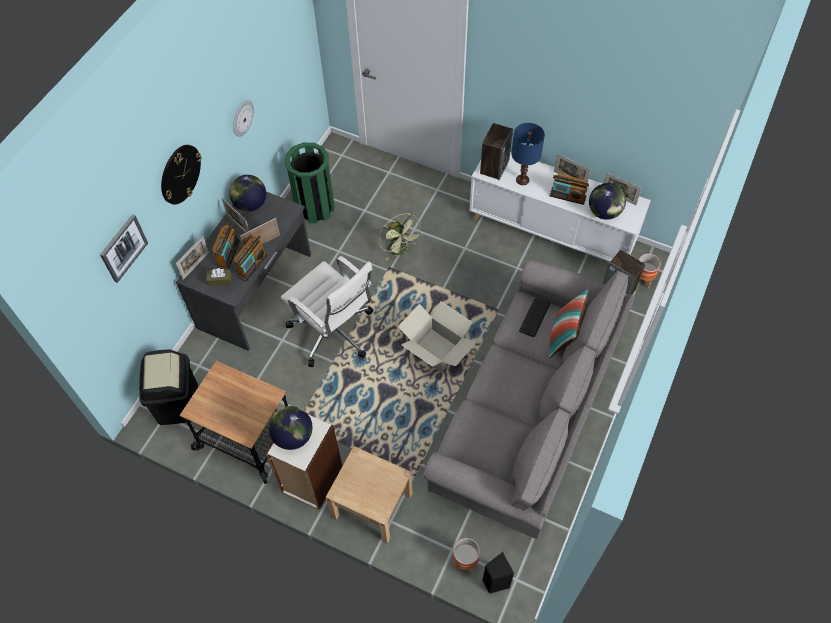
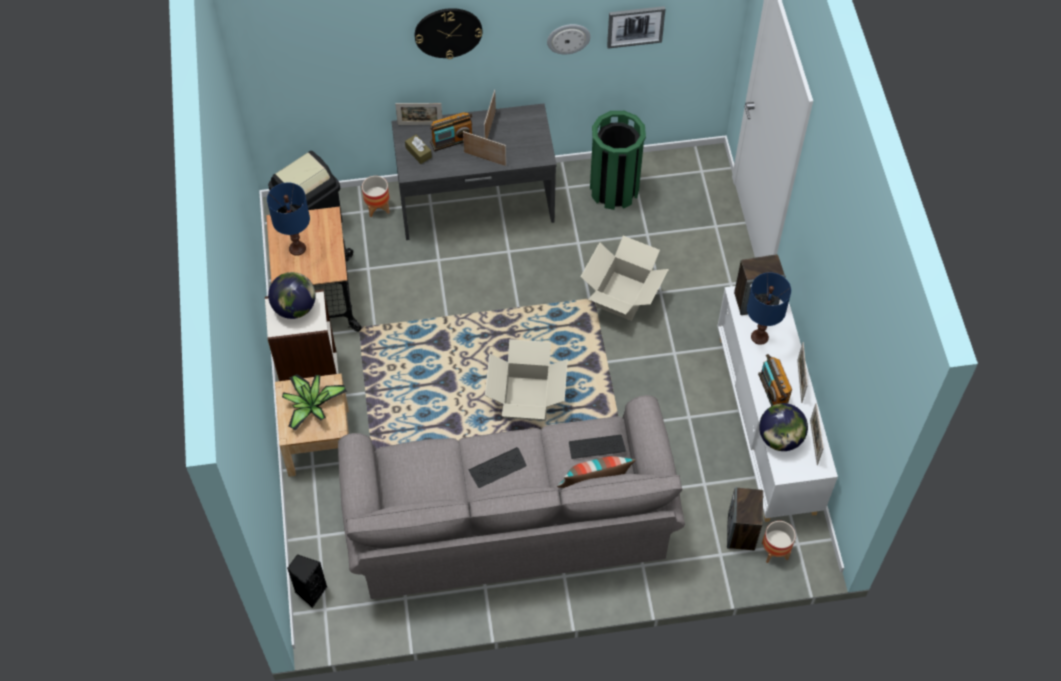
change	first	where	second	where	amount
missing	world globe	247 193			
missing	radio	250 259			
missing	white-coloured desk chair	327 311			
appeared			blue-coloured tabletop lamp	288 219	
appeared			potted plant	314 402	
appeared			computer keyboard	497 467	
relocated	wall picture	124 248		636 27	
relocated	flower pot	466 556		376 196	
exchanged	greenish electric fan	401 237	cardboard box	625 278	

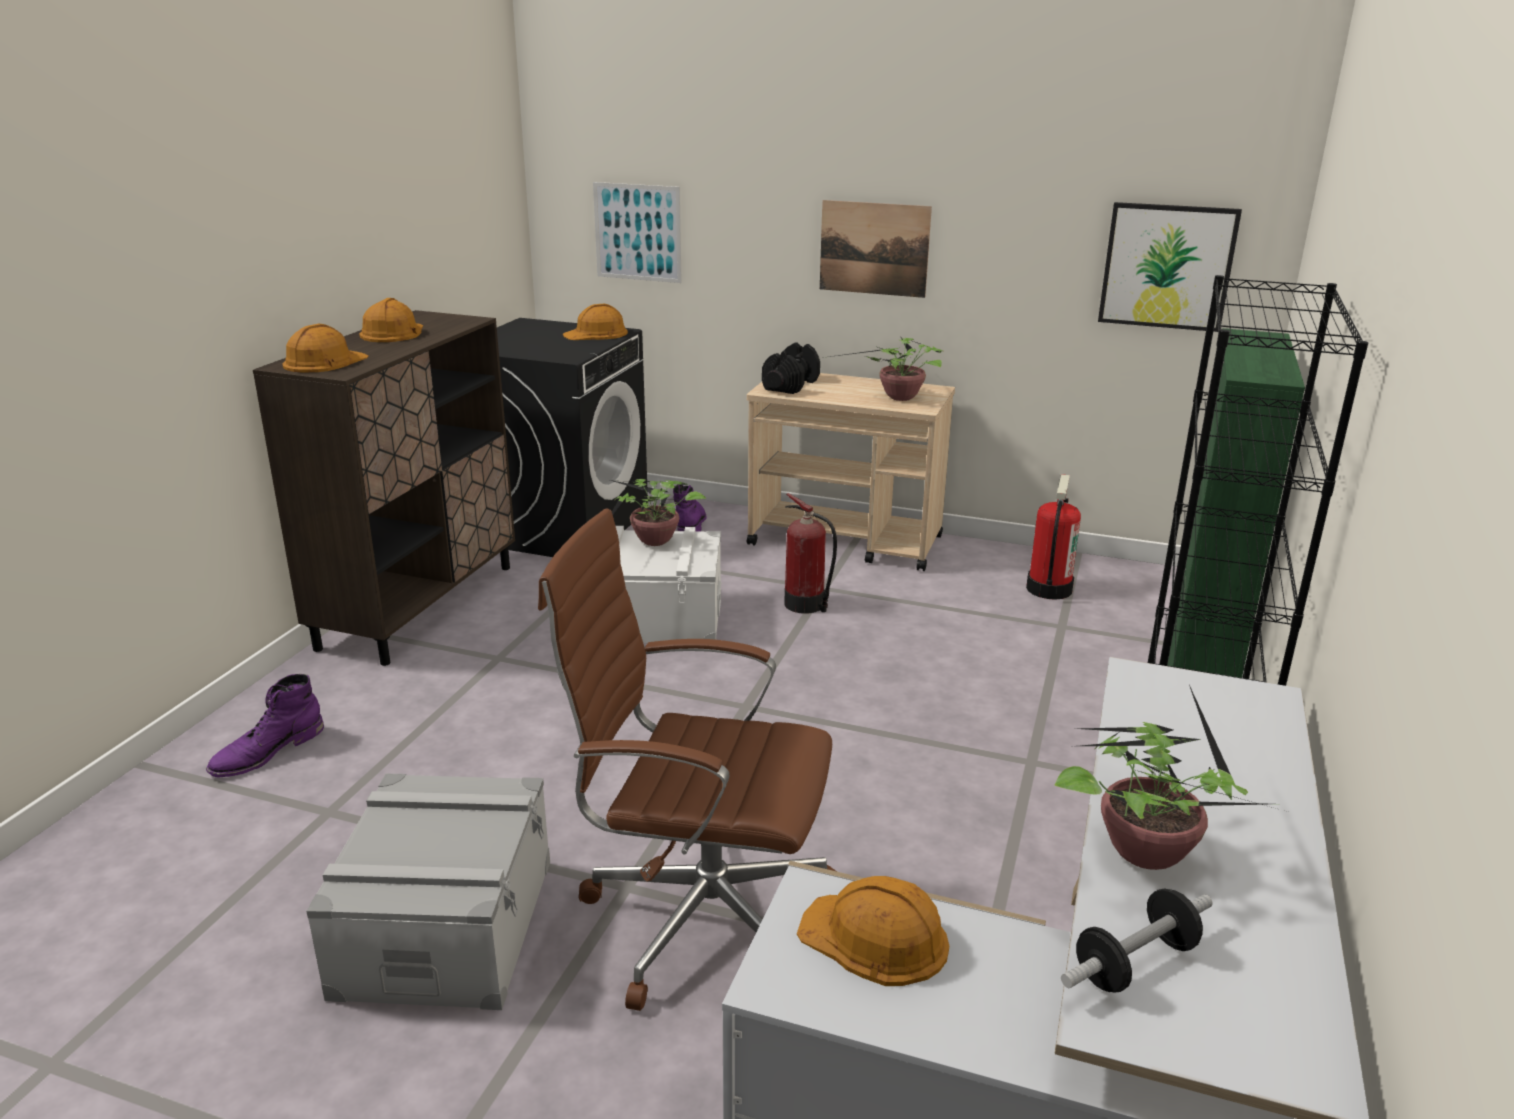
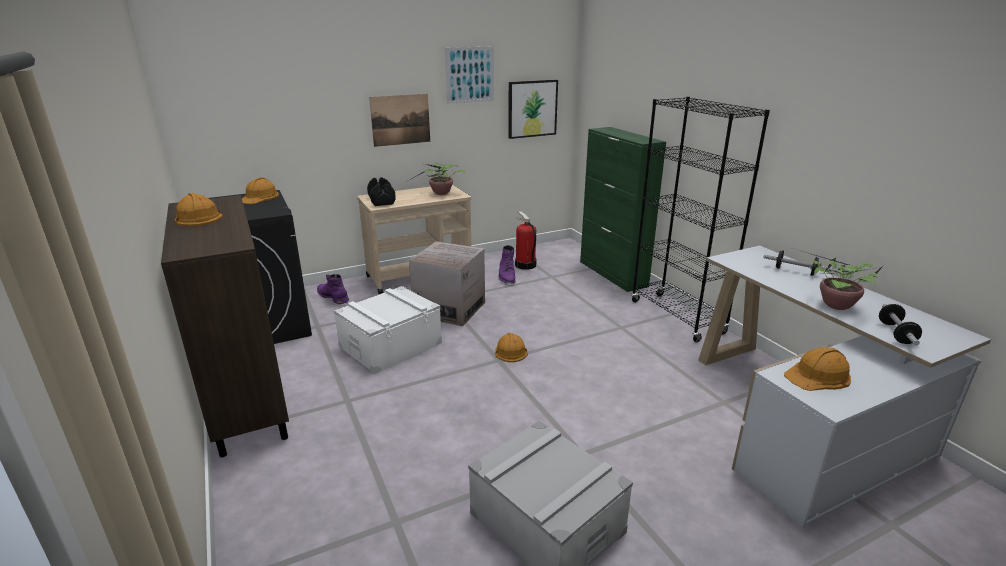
change	first	where	second	where	amount
missing	brownish desk chair	687 760			
missing	potted plant	658 512			
appeared			dumbbell	798 263	
relocated	purple high-top boot	265 726		506 264	
relocated	orangey safety helmet	325 348		511 347	
relocated	wall picture	637 232		469 75	
exchanged	fire extinguisher	810 553	cardboard box	447 283	

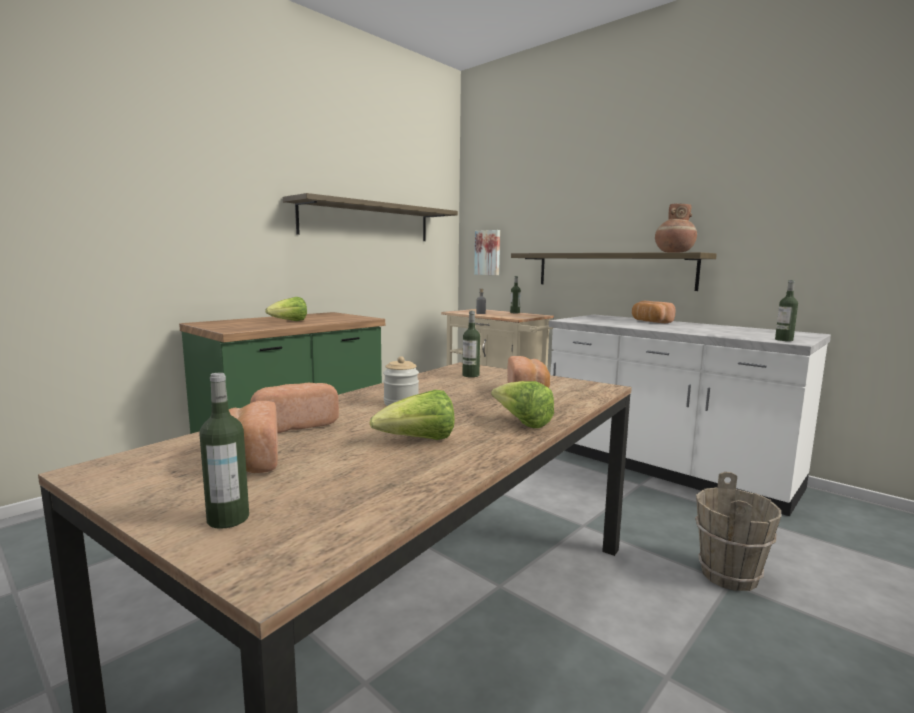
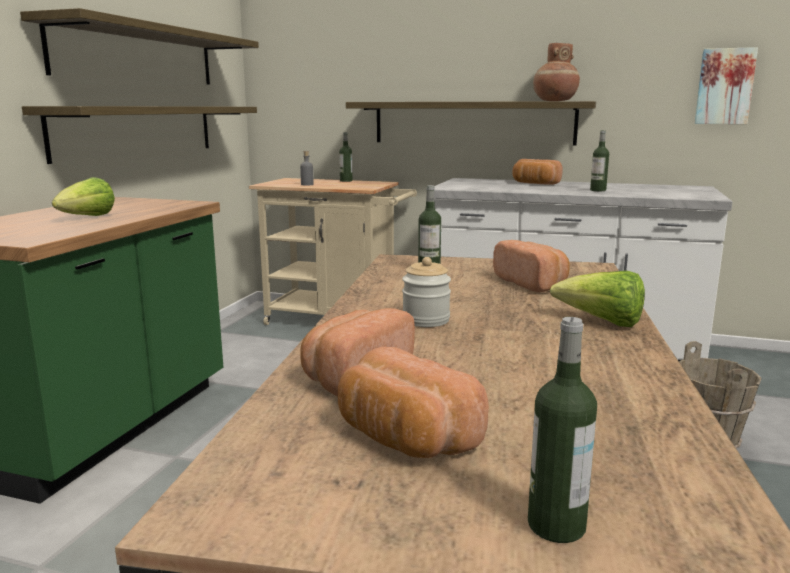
change	first	where	second	where	amount
missing	lettuce head	412 415			
appeared			shelf	139 135	
relocated	wall picture	487 252		726 85	
relocated	bottle	786 310		599 160	

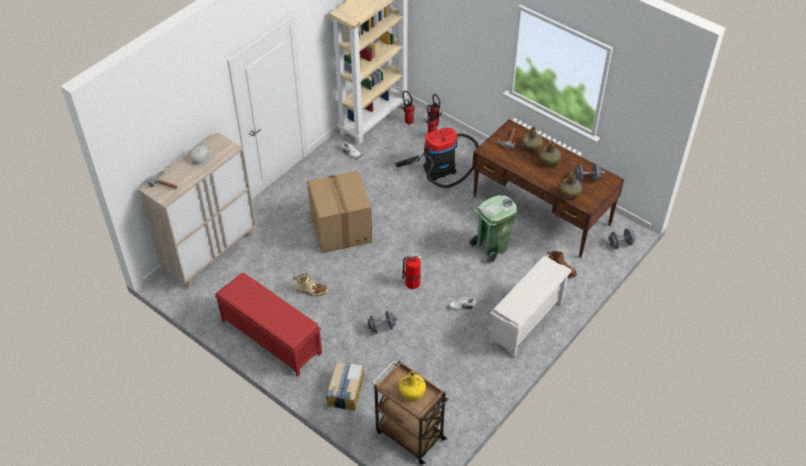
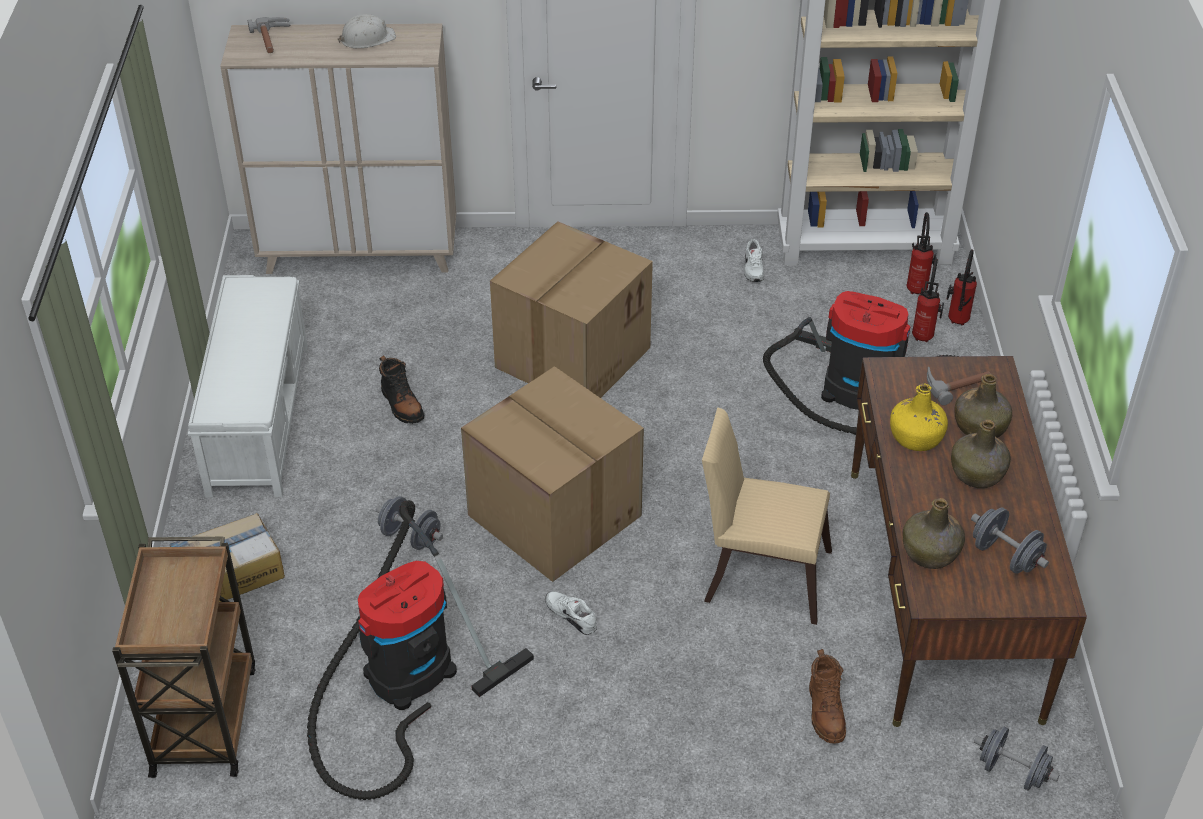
change	first	where	second	where	amount
missing	white-coloured shoe rack	530 306			
appeared			vacuum	420 650	
relocated	yellowish bottle	412 386		919 417	
exchanged	fire extinguisher	412 271	cardboard box	552 474	
exchanged	greenish trash can	494 229	beige-coloured chair	767 516	
colour	red indoor bench	268 325	white-coloured indoor bench	247 386	
colour	beige-coloured high-top boot	311 285	black high-top boot	402 389	

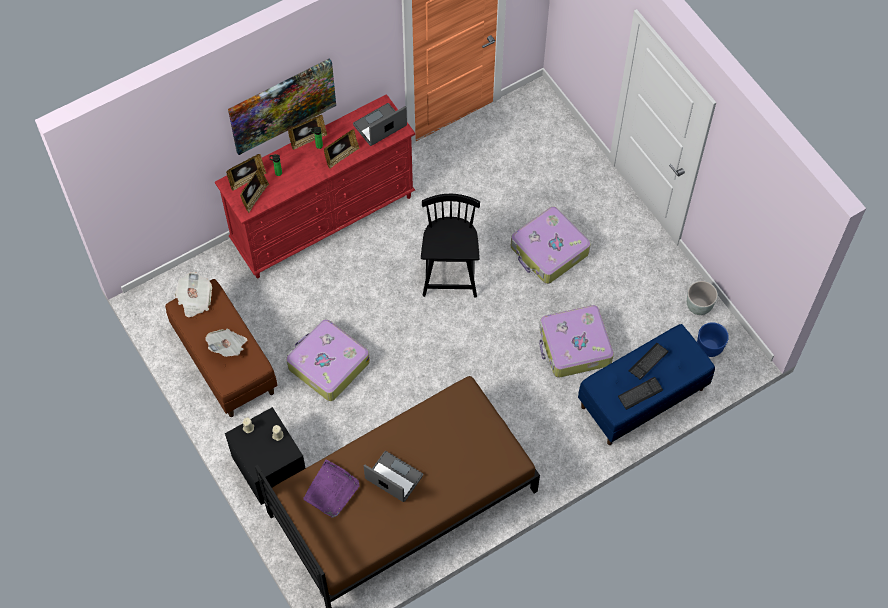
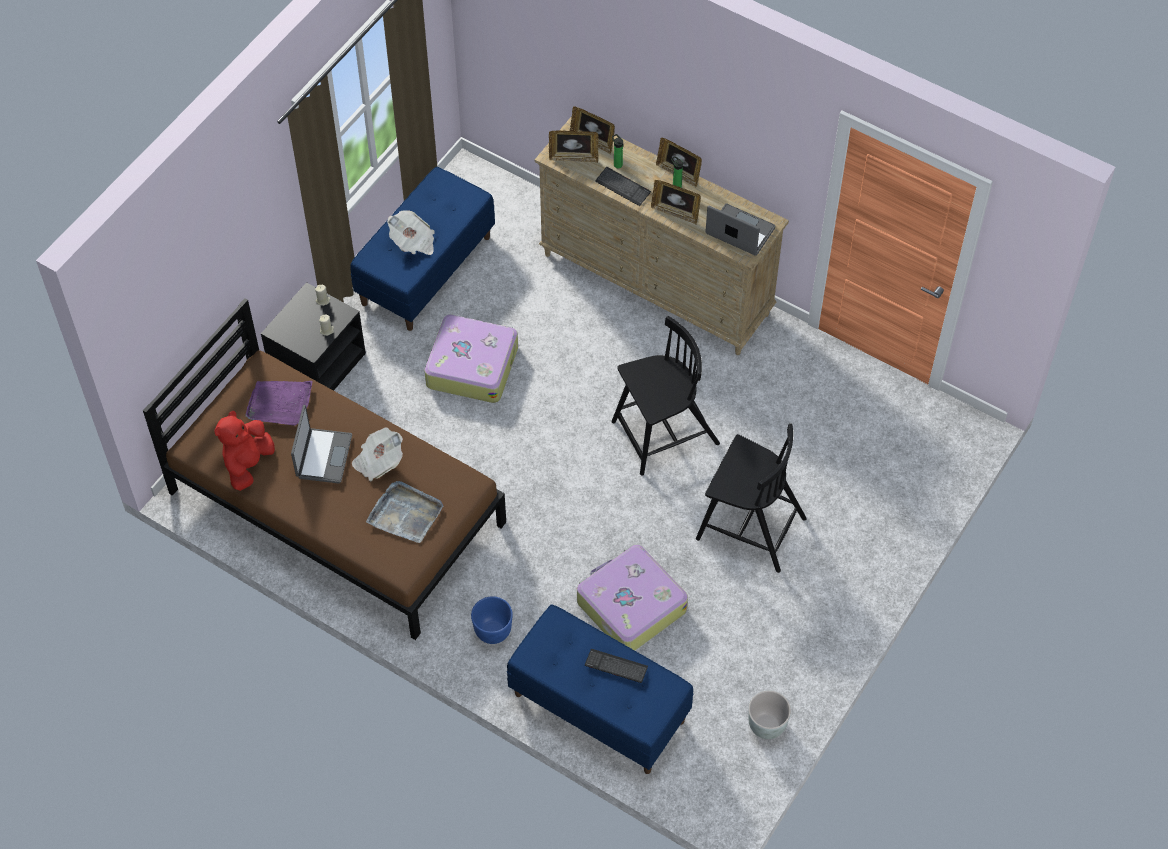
change	first	where	second	where	amount
missing	wall picture	282 106			
appeared			red cuddly toy	245 451	
appeared			grey carrying tray	404 512	
relocated	printed paper	193 295		377 454	
relocated	computer keyboard	640 393		623 186	
relocated	blue-coloured flower pot	713 339		492 620	
exchanged	suitcase	551 245	black chair	751 498	
colour	brownish indoor bench	221 348	blue-coloured indoor bench	422 249	
colour	red chest of drawers	315 186	beige-coloured chest of drawers	662 235	

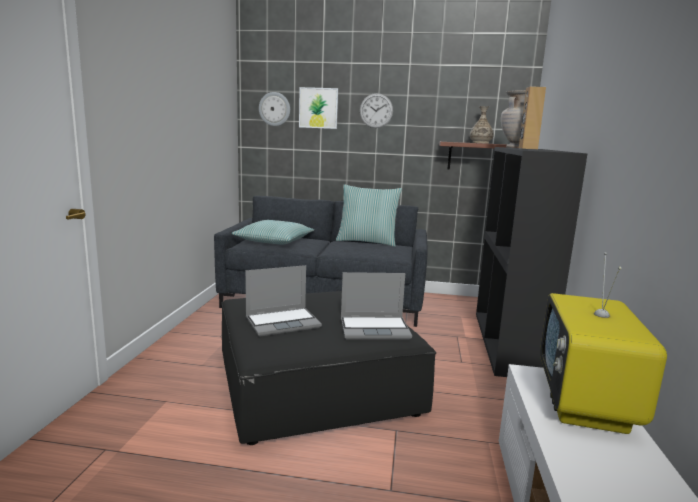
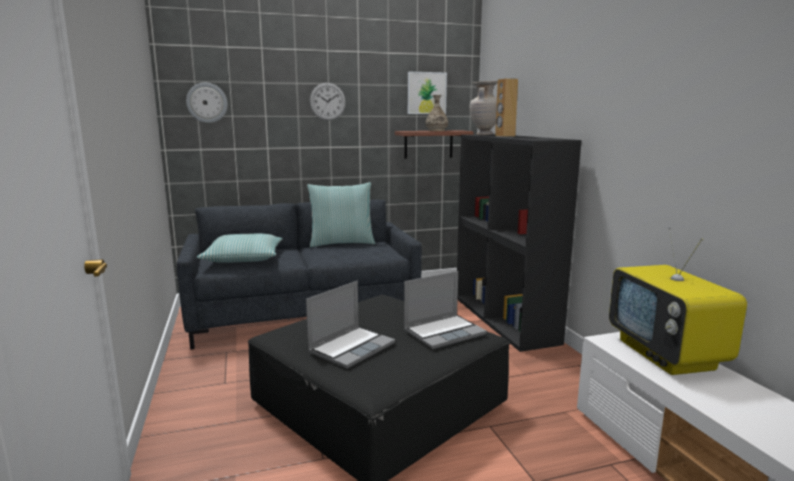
change	first	where	second	where	amount
relocated	wall picture	318 108		427 93	

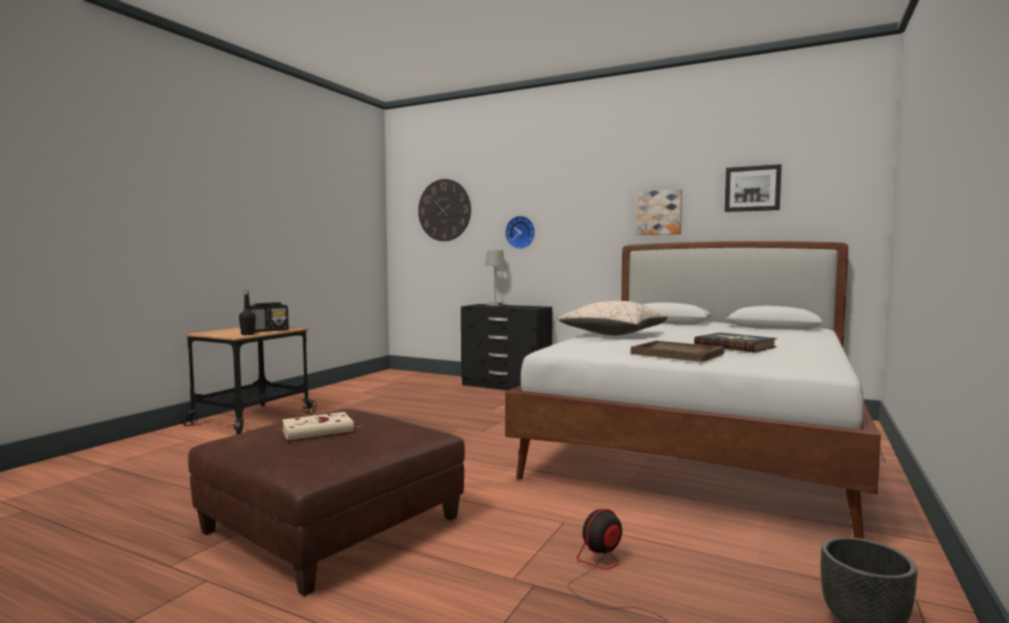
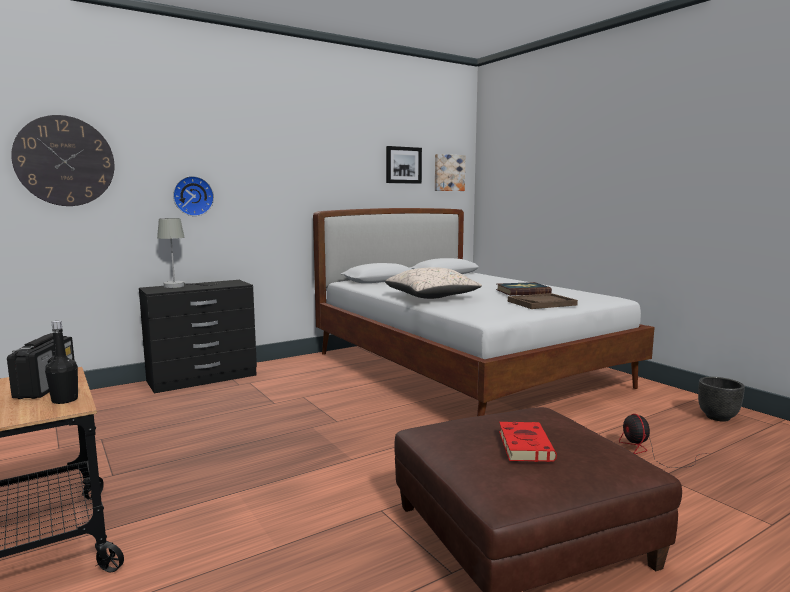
change	first	where	second	where	amount
relocated	wall picture	659 212		450 172	
colour	beige-coloured bound book	322 426	red bound book	528 442	

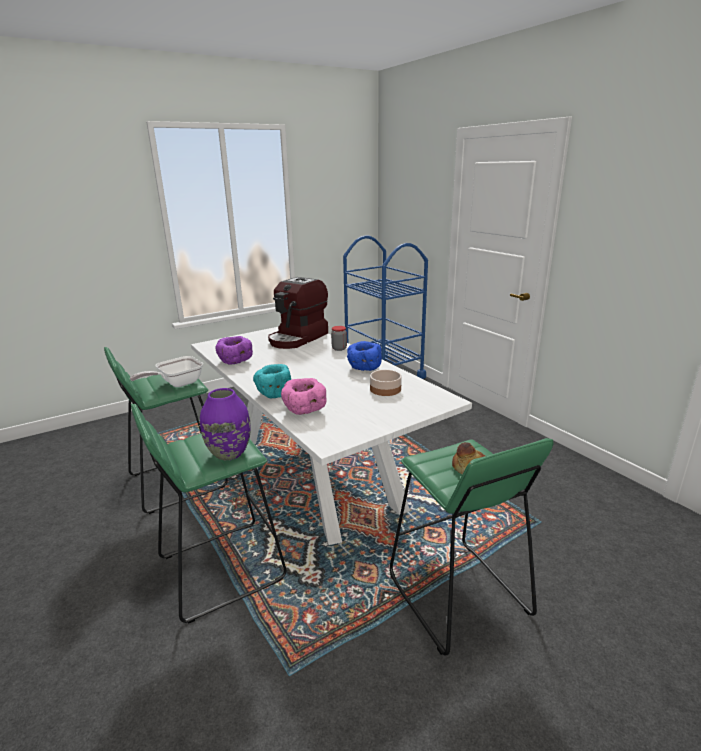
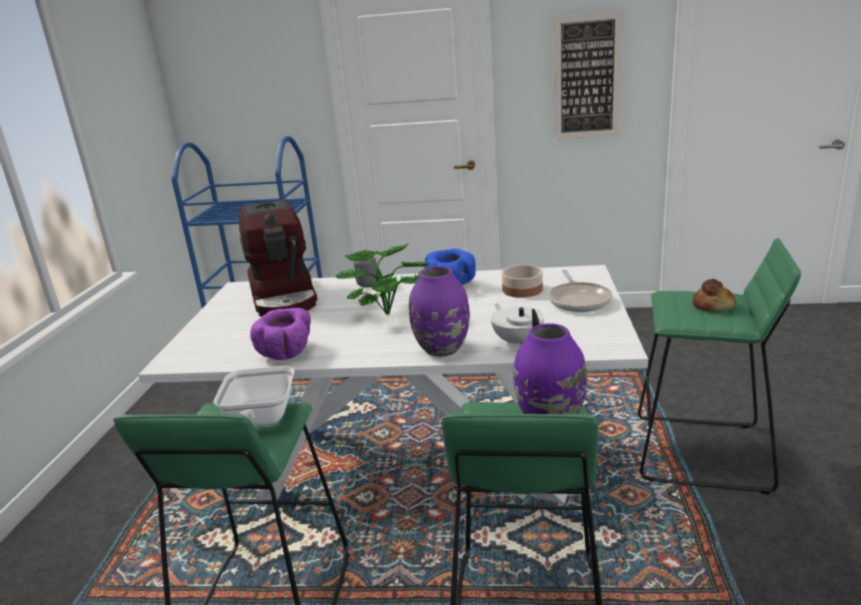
change	first	where	second	where	amount
appeared			potted plant	383 279	
appeared			pan	580 291	
appeared			wall picture	588 75	
exchanged	blue-green deep dish	272 381	purple vase	439 311	
exchanged	pink-coloured deep dish	303 396	white-coloured pot for tea	517 325	

